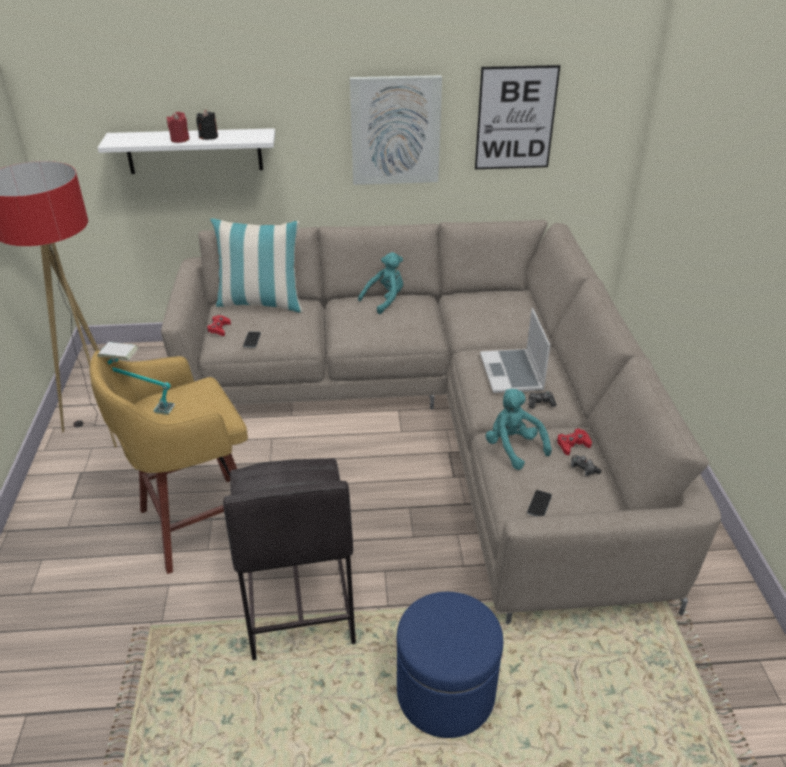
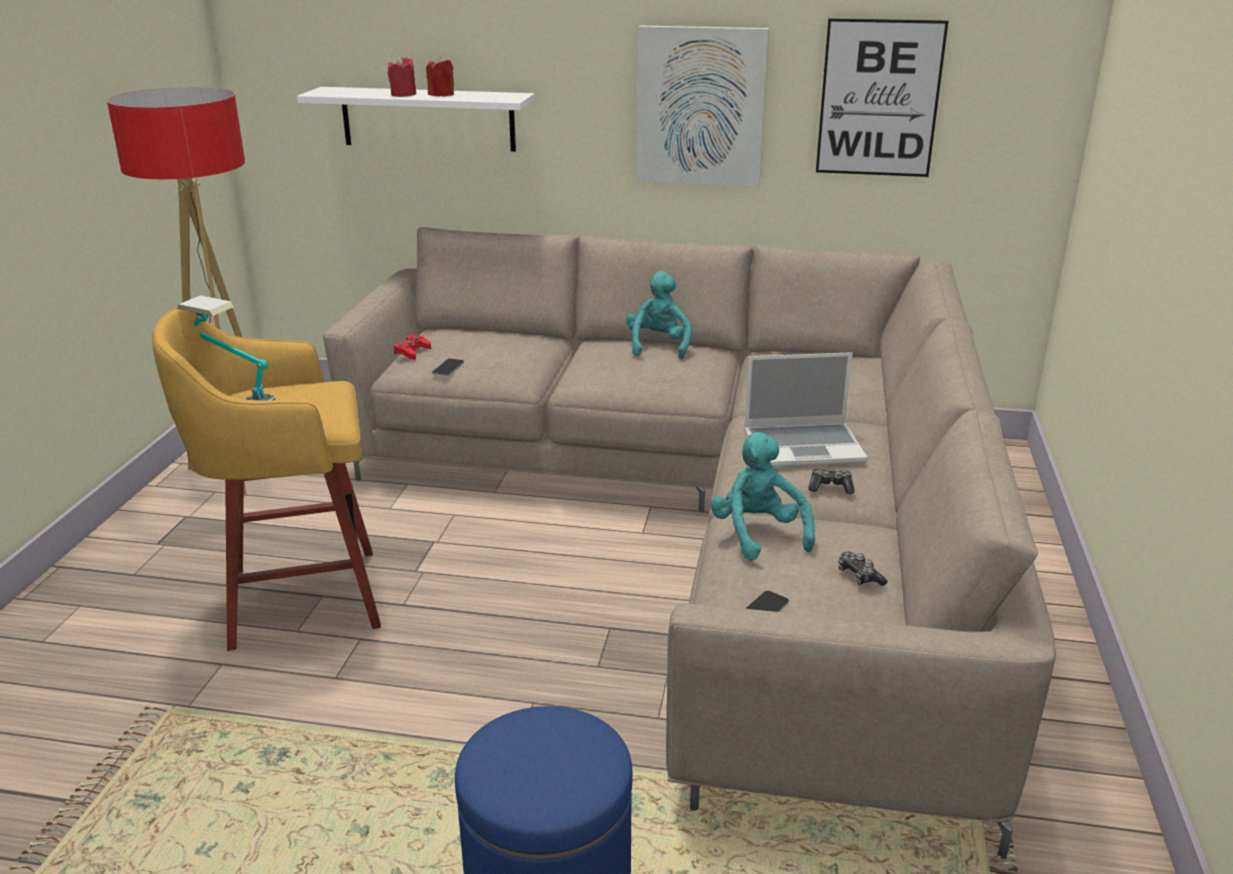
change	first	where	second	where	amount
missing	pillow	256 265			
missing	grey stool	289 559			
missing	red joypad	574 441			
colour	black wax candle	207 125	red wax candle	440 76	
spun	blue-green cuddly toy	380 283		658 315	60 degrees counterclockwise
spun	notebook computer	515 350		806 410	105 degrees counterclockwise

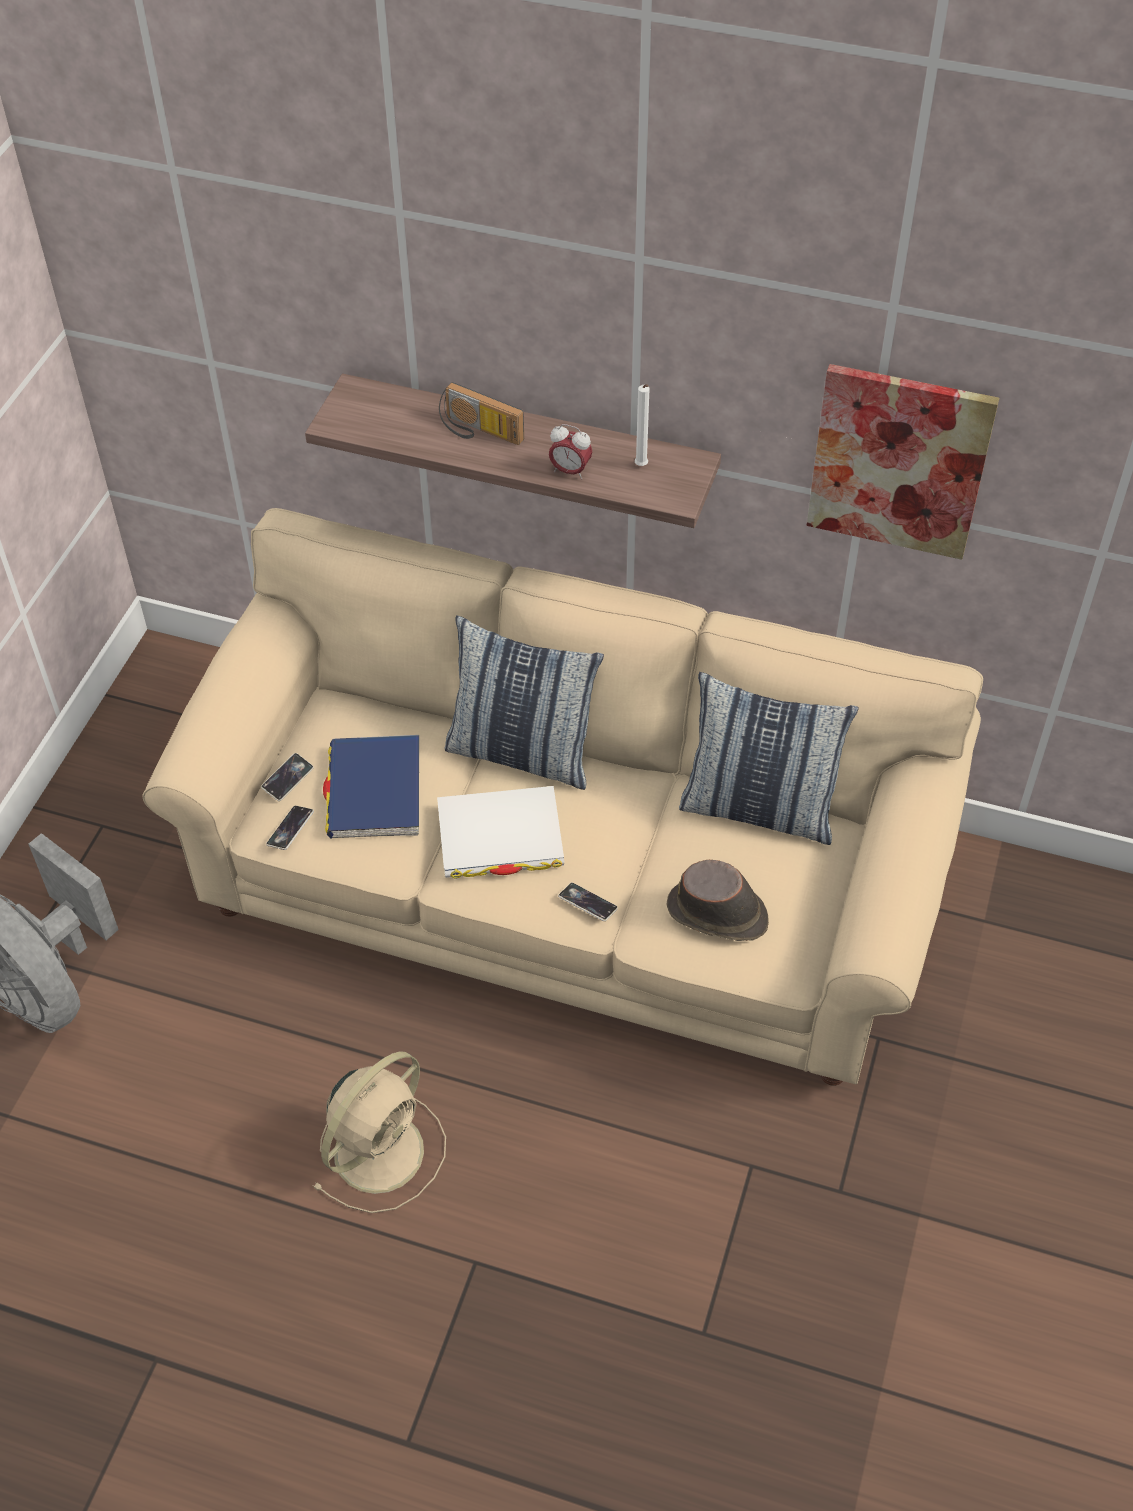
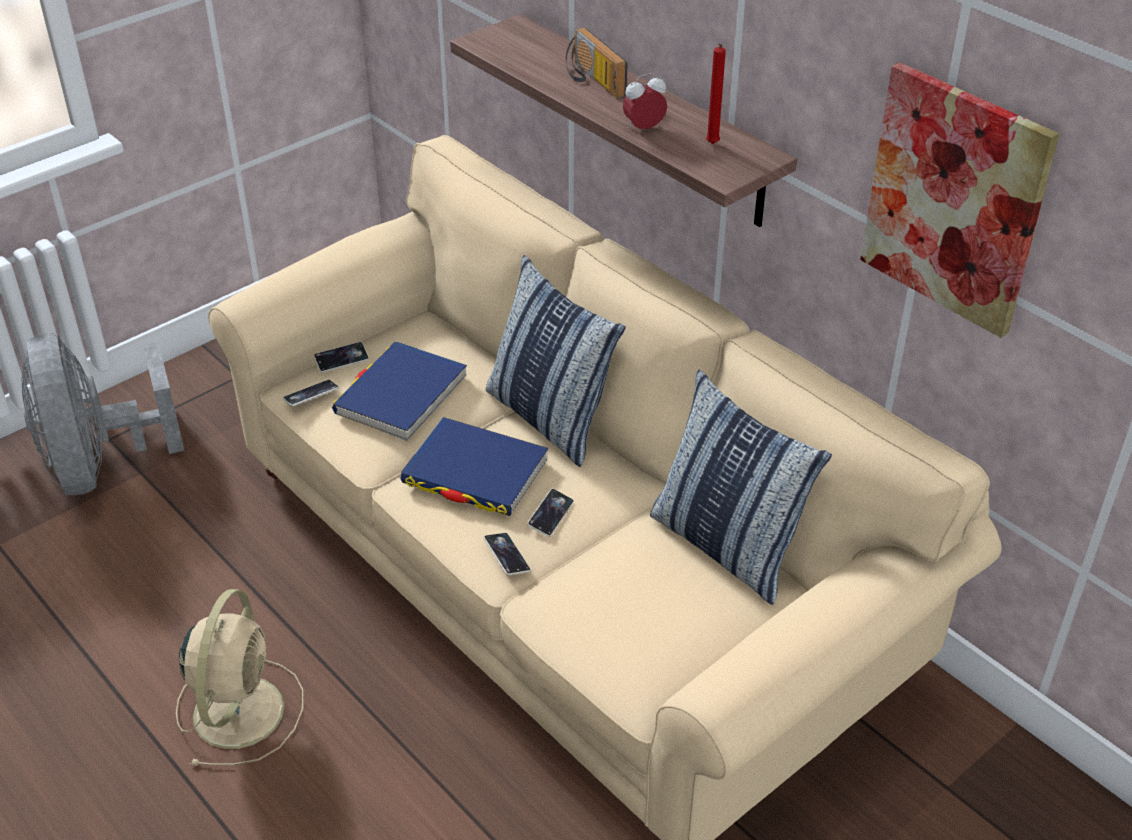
change	first	where	second	where	amount
missing	brownish wearable hat	718 900			
appeared			telephone	550 513	
colour	white-coloured bound book	500 832	blue-coloured bound book	474 466	
colour	white-coloured wax candle	642 425	red wax candle	716 94	
spun	beige-coloured electric fan	379 1132		240 677	60 degrees counterclockwise
spun	table clock	570 452		645 101	105 degrees clockwise

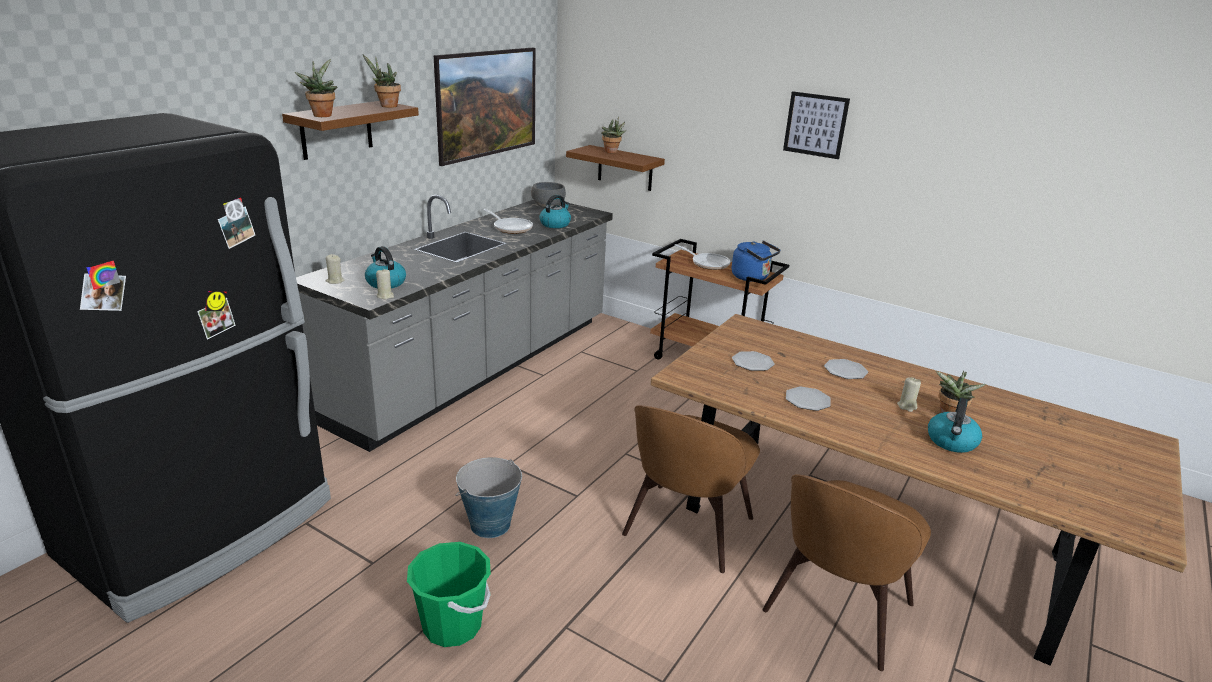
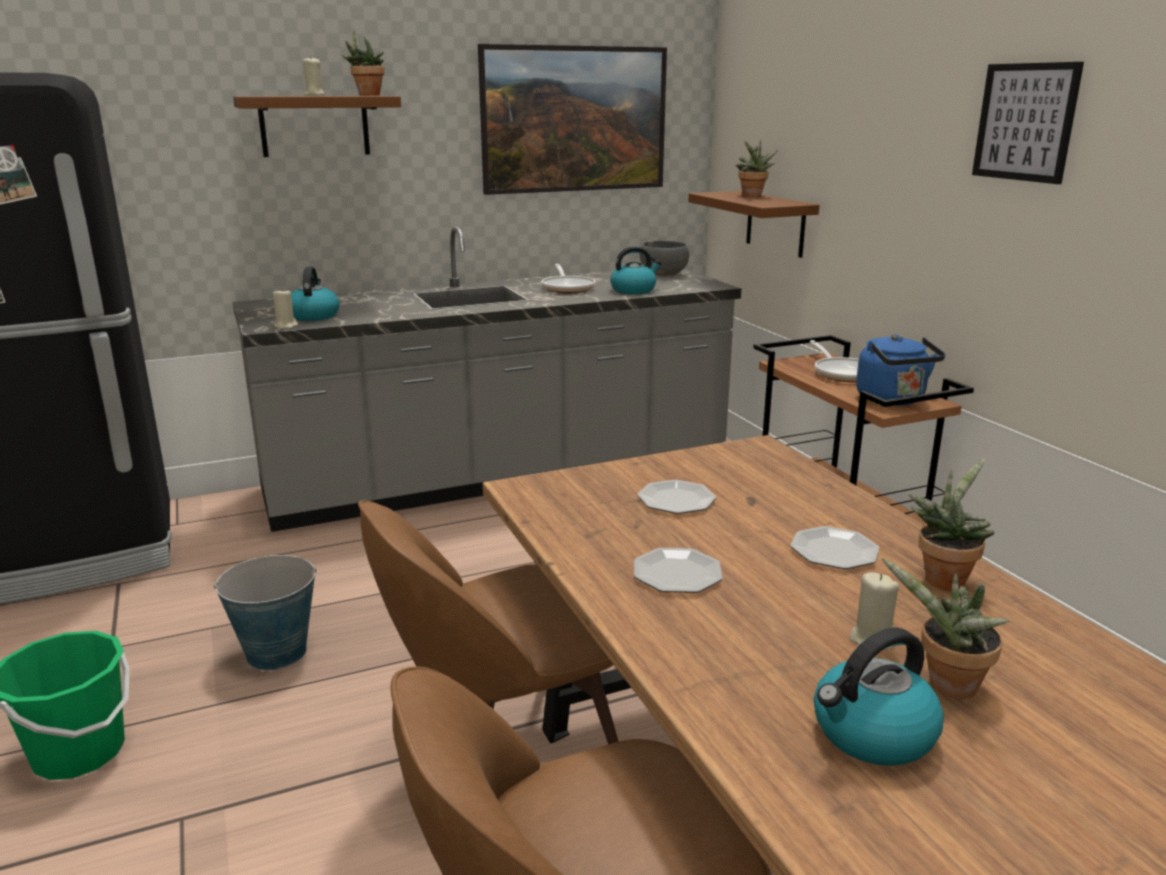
change	first	where	second	where	amount
relocated	potted plant	316 88		951 524	
relocated	beige-coloured wax candle	335 269		314 76	

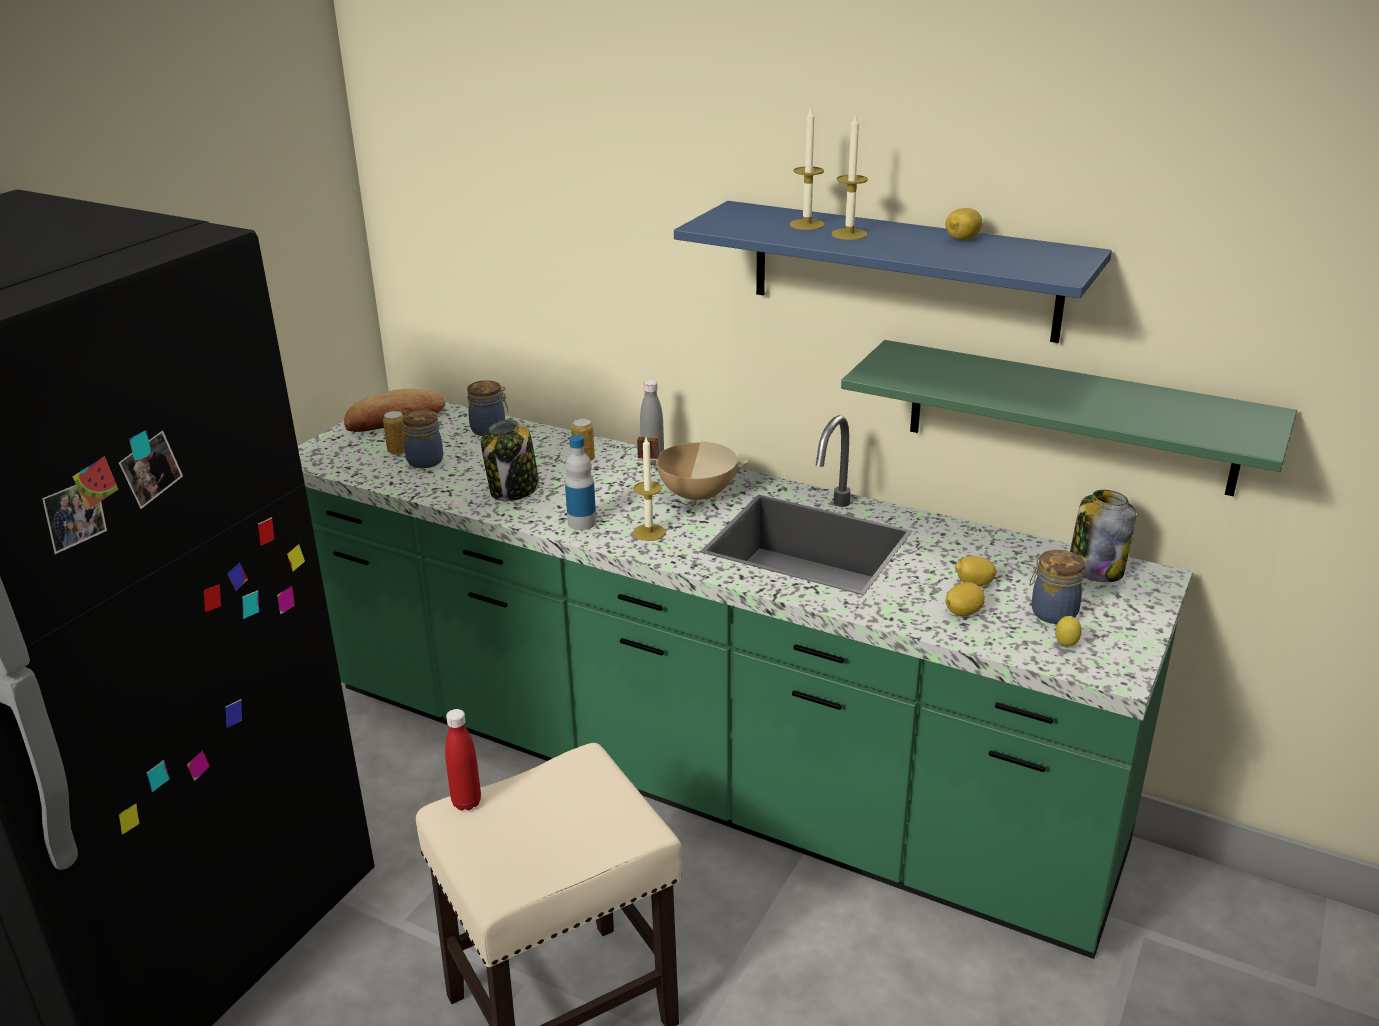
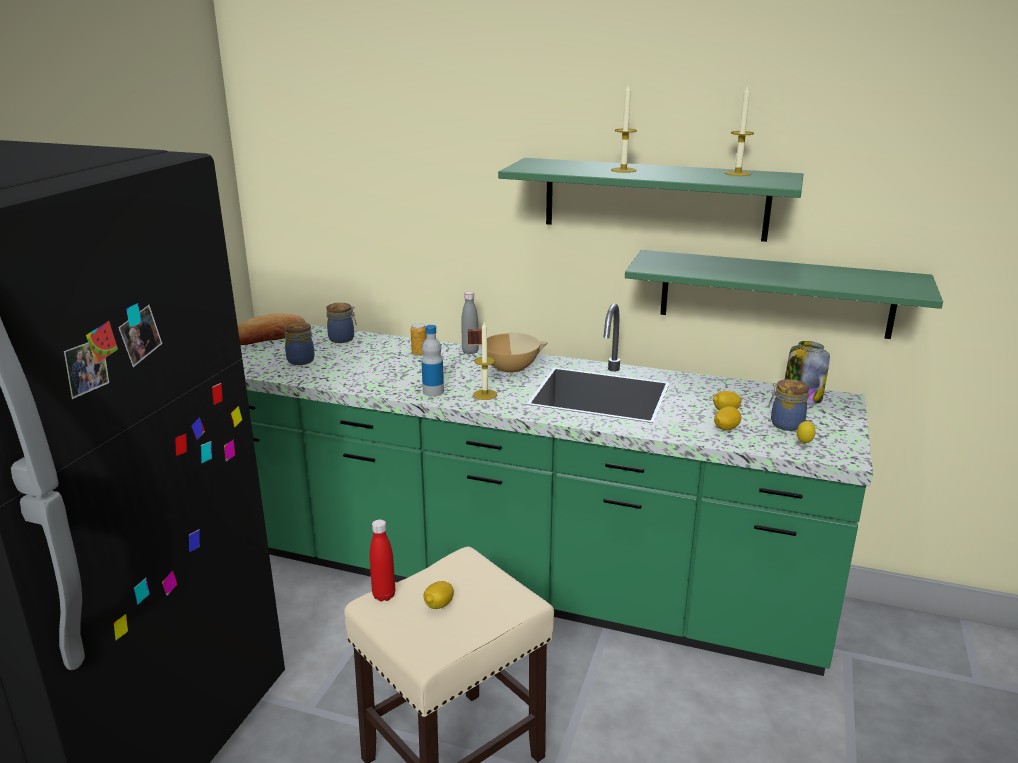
change	first	where	second	where	amount
missing	can	394 433			
missing	jar	510 460			
relocated	wax candle	807 169		739 130	
relocated	citrus fruit	964 224		439 595	
colour	blue-coloured shelf	893 272	greenish shelf	651 200	

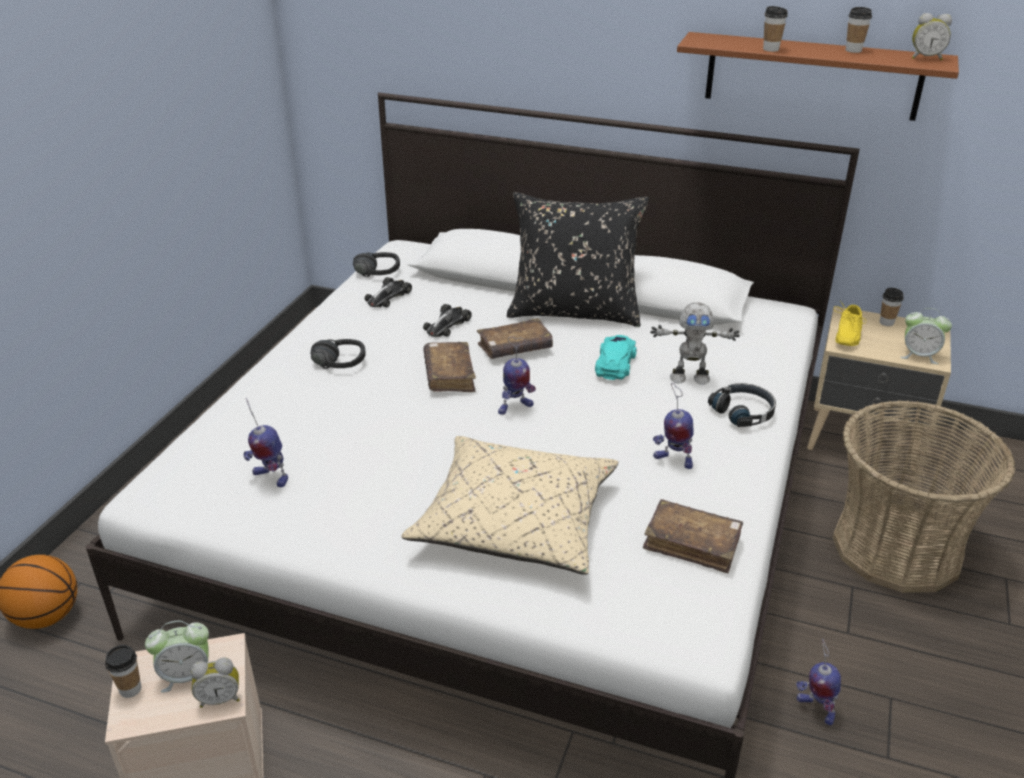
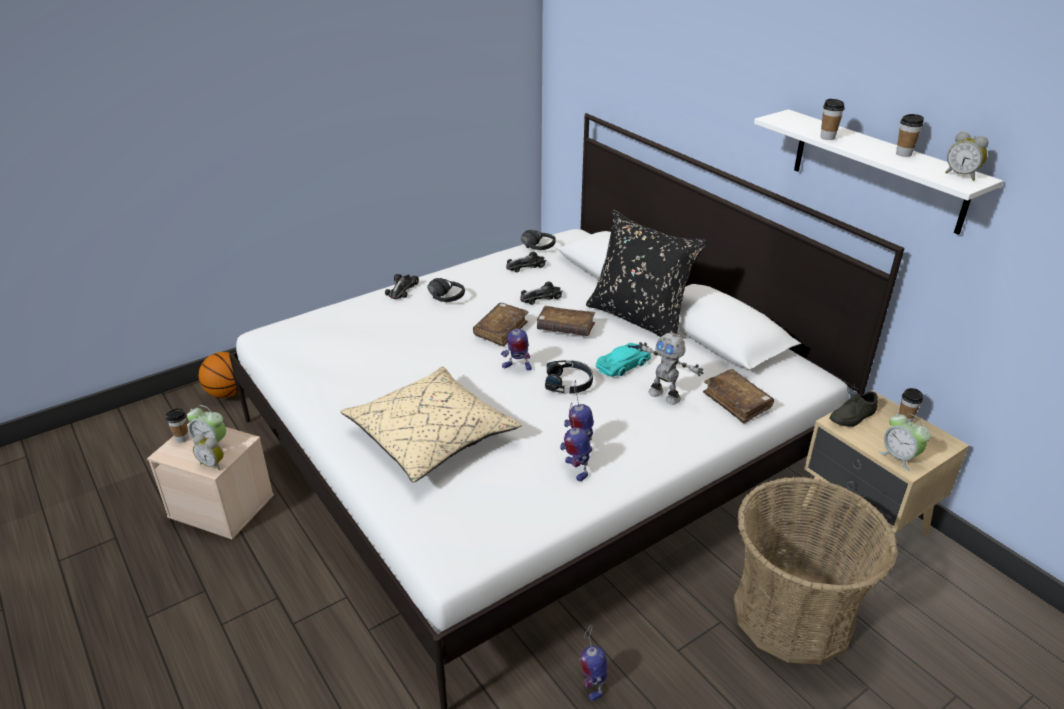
change	first	where	second	where	amount
appeared			miniature car	402 286	
relocated	model robot	266 442		575 442	
relocated	brownish bound book	693 536		738 396	
relocated	black headset	742 405		569 376	
colour	brownish shelf	818 76	white-coloured shelf	878 172	
colour	yellowish item of footwear	850 323	grey item of footwear	853 405	

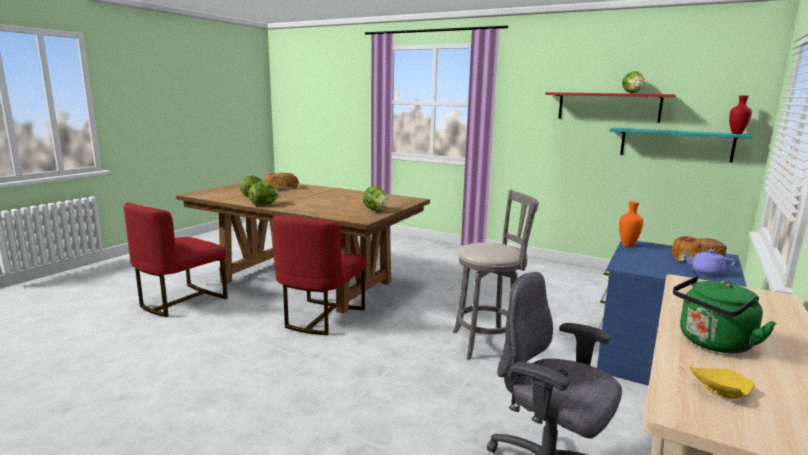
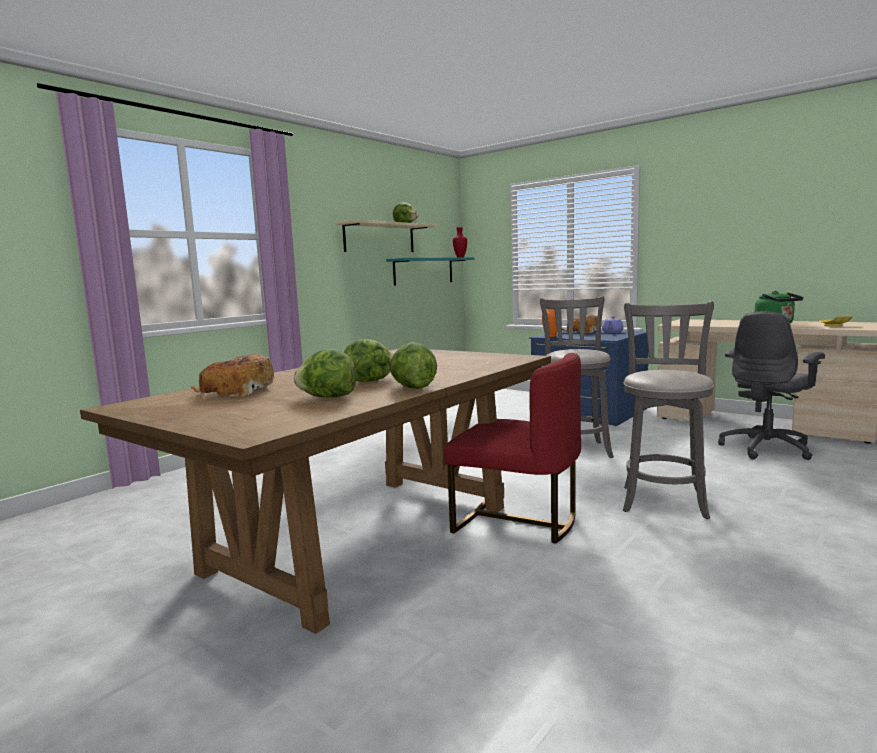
change	first	where	second	where	amount
missing	red chair	176 259			
appeared			grey stool	668 410	
relocated	lettuce head	376 198		368 360	
colour	red shelf	610 107	beige-coloured shelf	385 235	

